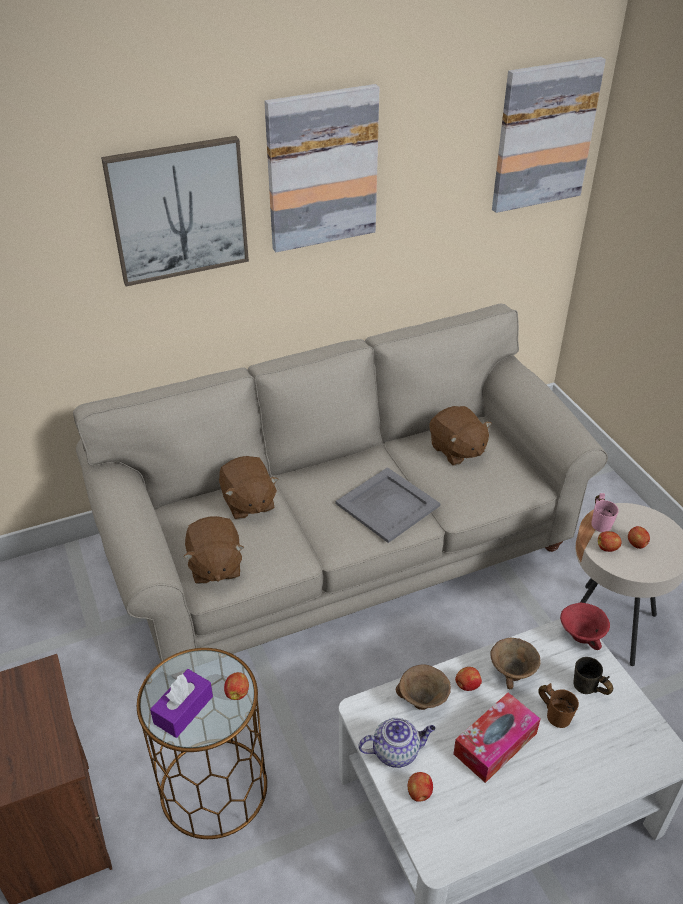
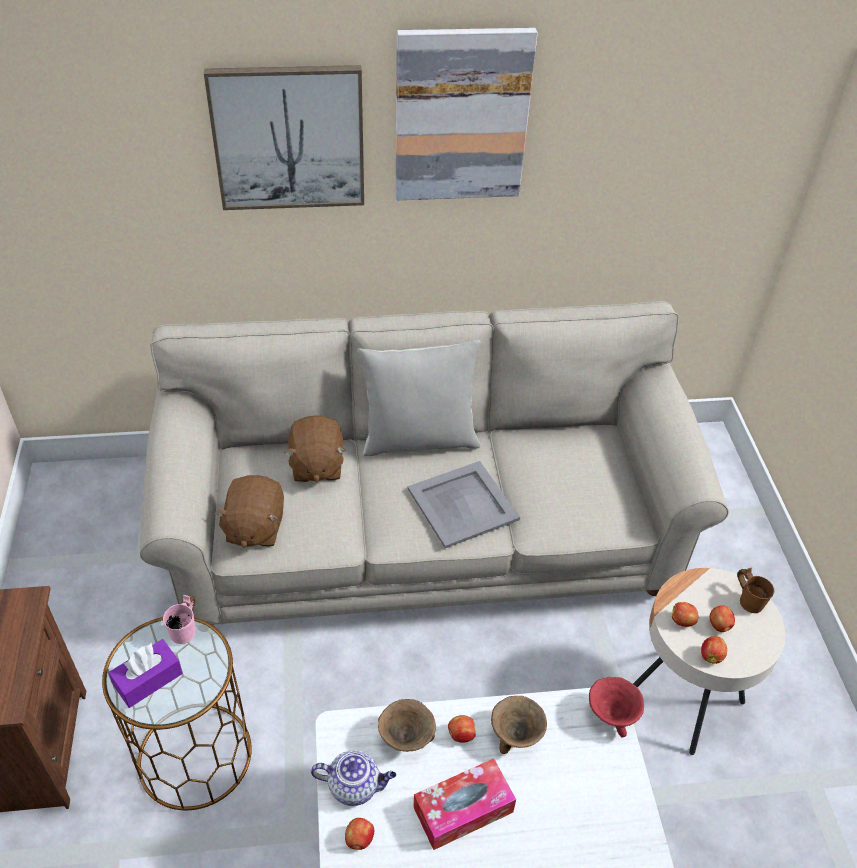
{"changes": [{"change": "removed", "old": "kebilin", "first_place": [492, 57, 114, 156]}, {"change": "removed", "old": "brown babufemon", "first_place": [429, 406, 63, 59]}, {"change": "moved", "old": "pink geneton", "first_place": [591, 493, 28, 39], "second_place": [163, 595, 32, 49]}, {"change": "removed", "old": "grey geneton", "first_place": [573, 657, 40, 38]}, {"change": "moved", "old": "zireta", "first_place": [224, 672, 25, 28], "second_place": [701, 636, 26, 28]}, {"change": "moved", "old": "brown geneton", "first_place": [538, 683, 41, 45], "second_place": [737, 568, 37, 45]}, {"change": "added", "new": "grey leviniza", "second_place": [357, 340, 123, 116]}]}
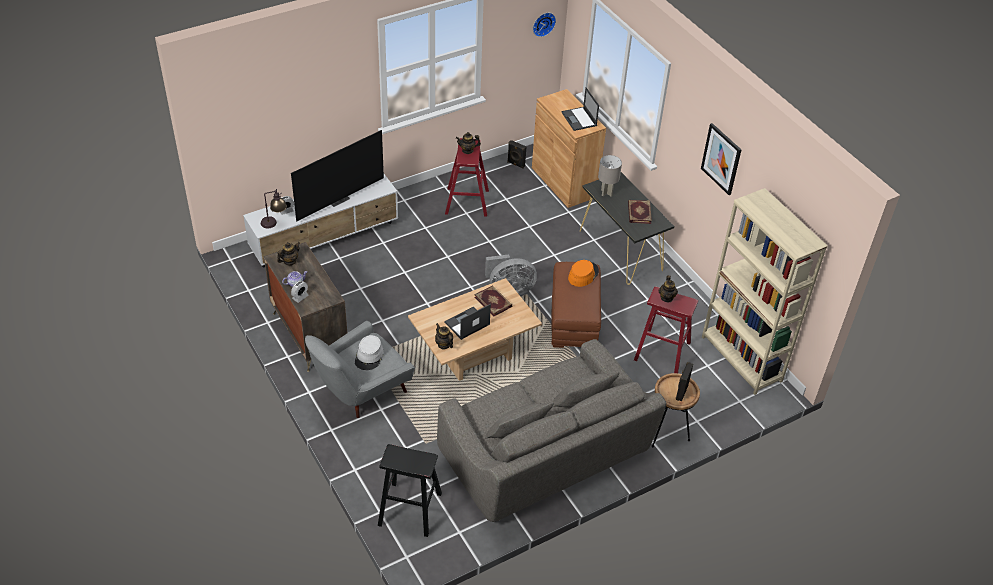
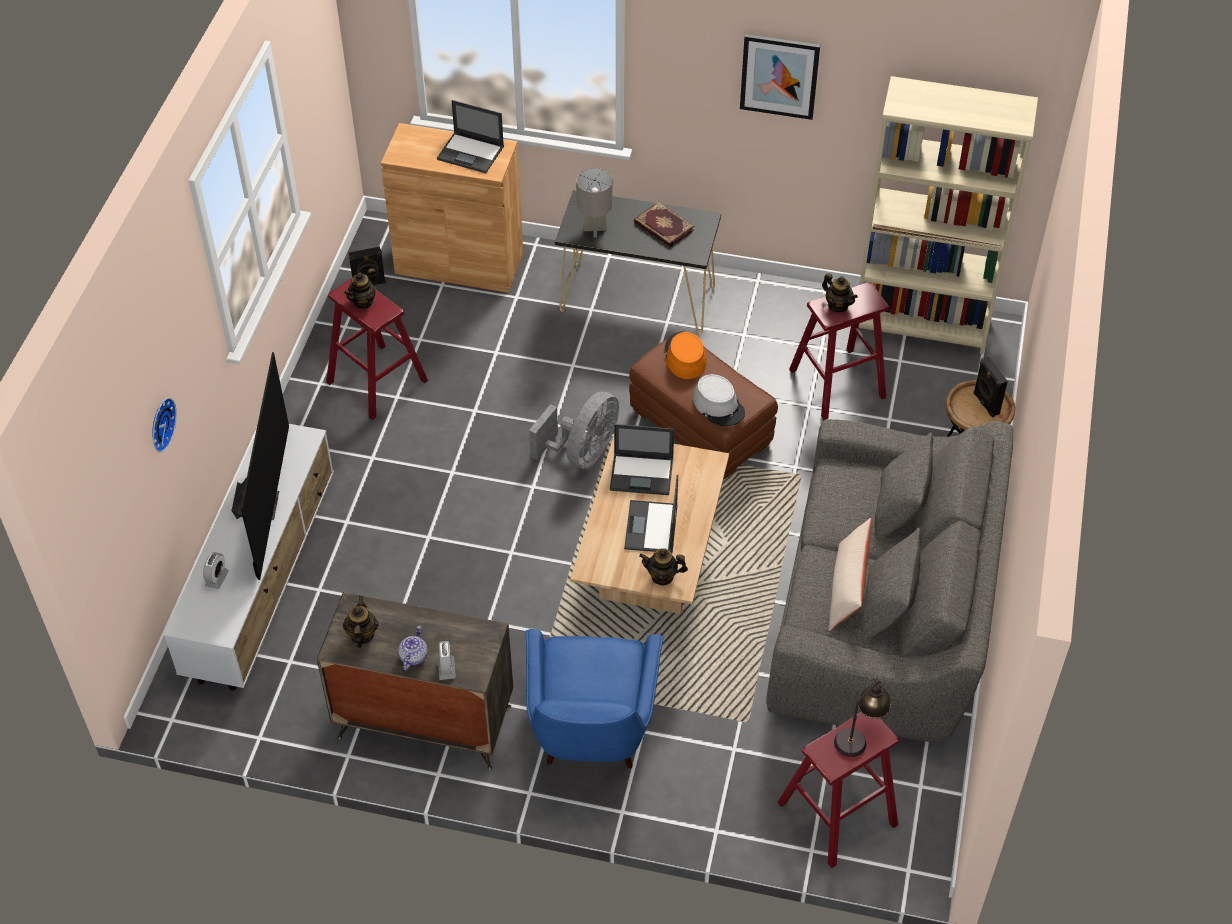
{"changes": [{"change": "moved", "old": "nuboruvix", "first_place": [533, 13, 23, 24], "second_place": [152, 398, 25, 54]}, {"change": "moved", "old": "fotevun", "first_place": [261, 189, 26, 39], "second_place": [834, 676, 57, 81]}, {"change": "replaced", "old": "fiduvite", "new": "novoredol", "first_place": [474, 285, 38, 32], "second_place": [610, 424, 64, 71]}, {"change": "recoloured", "old": "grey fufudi", "new": "blue fufudi", "first_place": [305, 321, 110, 97], "second_place": [526, 629, 138, 139]}, {"change": "moved", "old": "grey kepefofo", "first_place": [355, 335, 29, 35], "second_place": [693, 374, 52, 52]}, {"change": "recoloured", "old": "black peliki", "new": "red peliki", "first_place": [378, 444, 64, 93], "second_place": [777, 712, 122, 156]}, {"change": "added", "new": "beige leviniza", "second_place": [829, 518, 42, 113]}]}
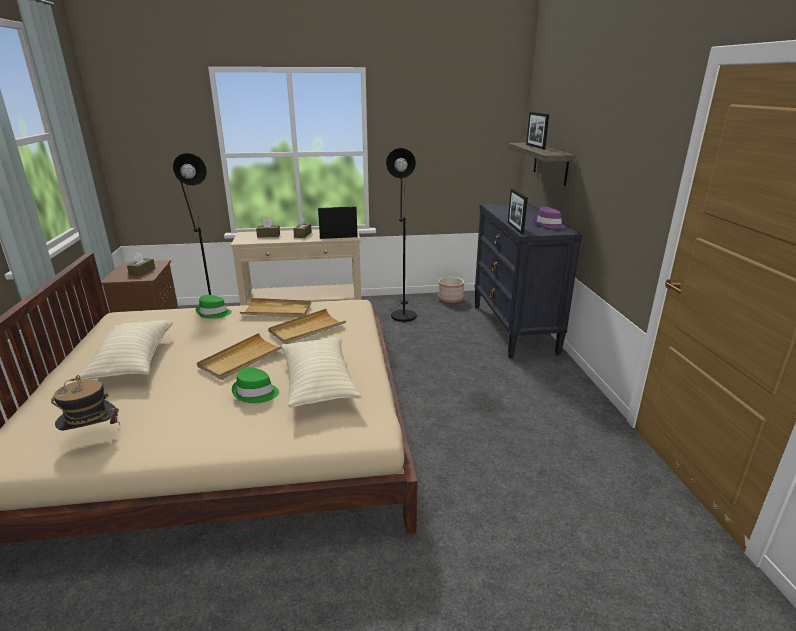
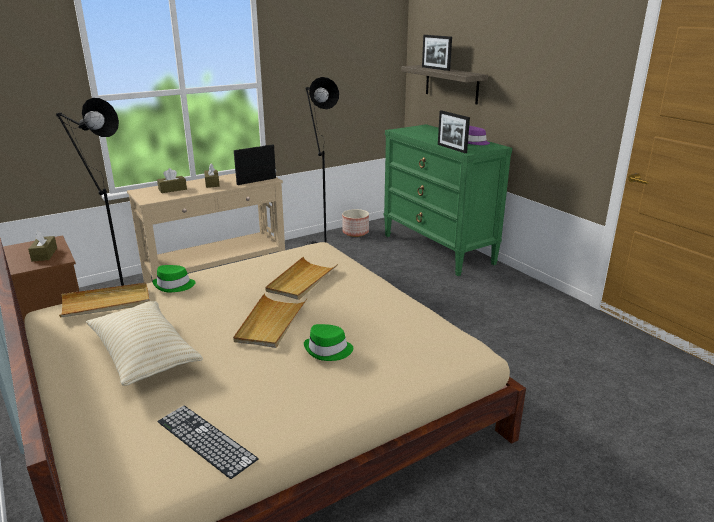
{"changes": [{"change": "recoloured", "old": "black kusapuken", "new": "green kusapuken", "first_place": [474, 203, 108, 155], "second_place": [383, 124, 129, 152]}, {"change": "moved", "old": "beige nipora", "first_place": [240, 298, 71, 20], "second_place": [59, 283, 91, 35]}, {"change": "removed", "old": "beige leviniza", "first_place": [281, 337, 80, 70]}, {"change": "replaced", "old": "kepefofo", "new": "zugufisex", "first_place": [51, 375, 69, 56], "second_place": [157, 406, 102, 73]}]}
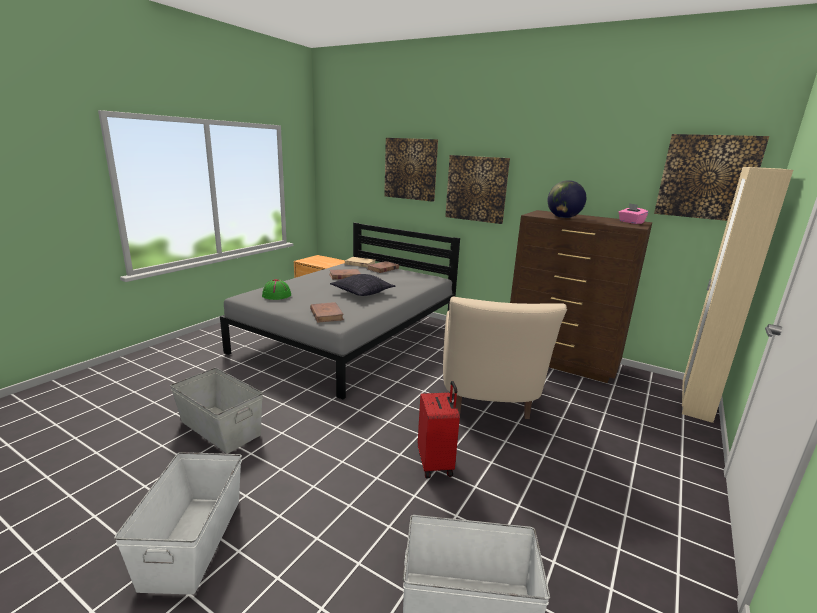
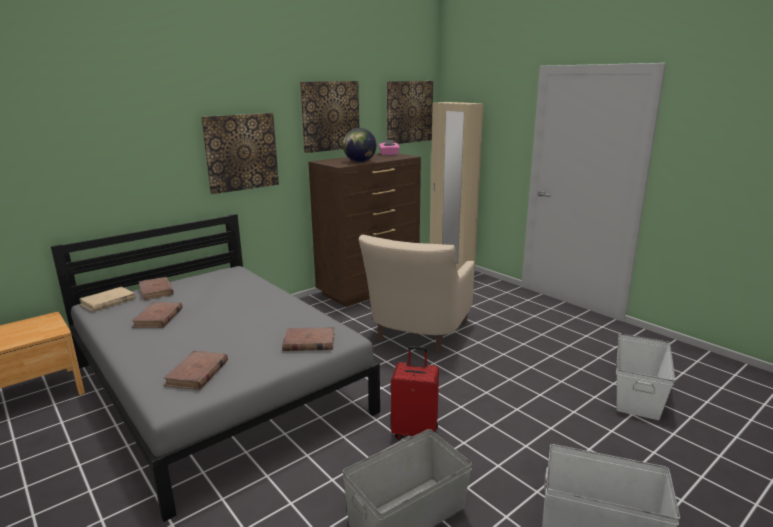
{"changes": [{"change": "moved", "old": "kebilin", "first_place": [384, 138, 54, 64], "second_place": [300, 81, 59, 72]}, {"change": "removed", "old": "leviniza", "first_place": [330, 274, 65, 22]}, {"change": "replaced", "old": "green kepefofo", "new": "brown fiduvite", "first_place": [262, 279, 29, 21], "second_place": [163, 351, 65, 39]}, {"change": "turned", "old": "beige fufudi", "first_place": [443, 297, 124, 122], "second_place": [358, 235, 117, 118], "degrees": 90}, {"change": "moved", "old": "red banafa", "first_place": [418, 381, 42, 97], "second_place": [391, 346, 48, 94]}]}
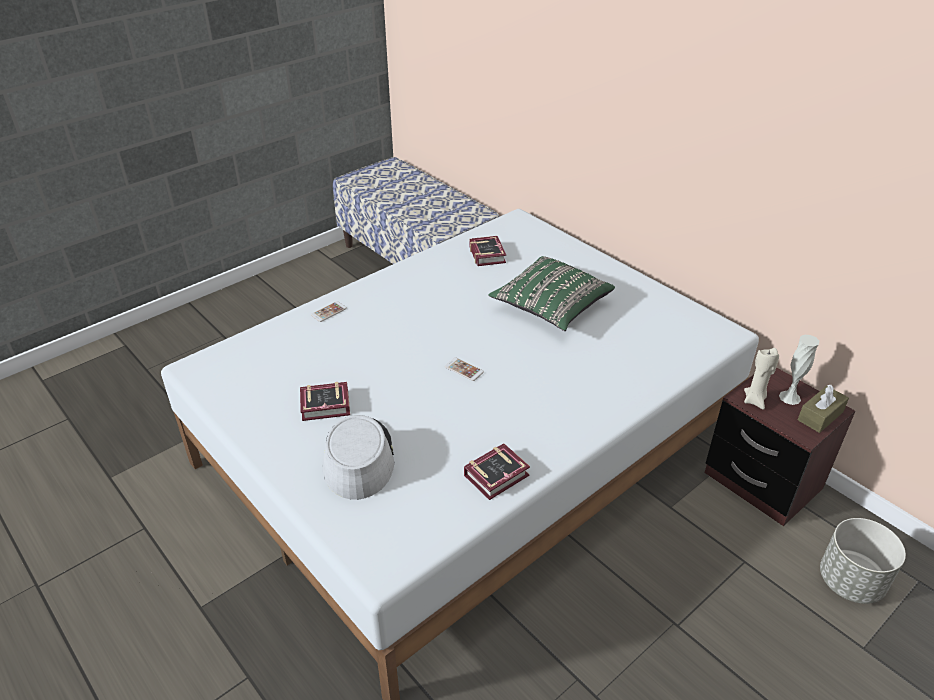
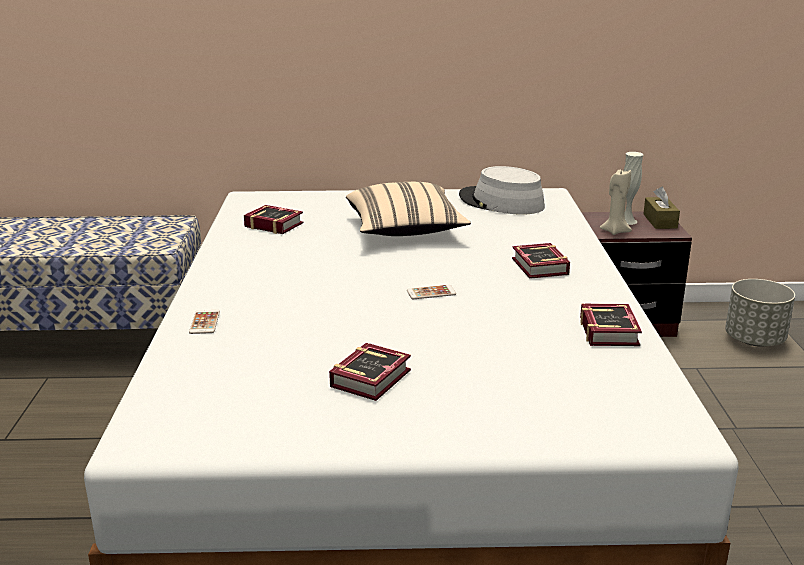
{"changes": [{"change": "recoloured", "old": "green leviniza", "new": "beige leviniza", "first_place": [488, 256, 127, 75], "second_place": [346, 182, 125, 54]}, {"change": "moved", "old": "grey kepefofo", "first_place": [322, 415, 73, 85], "second_place": [459, 166, 86, 49]}, {"change": "added", "new": "fiduvite", "second_place": [512, 243, 58, 36]}]}
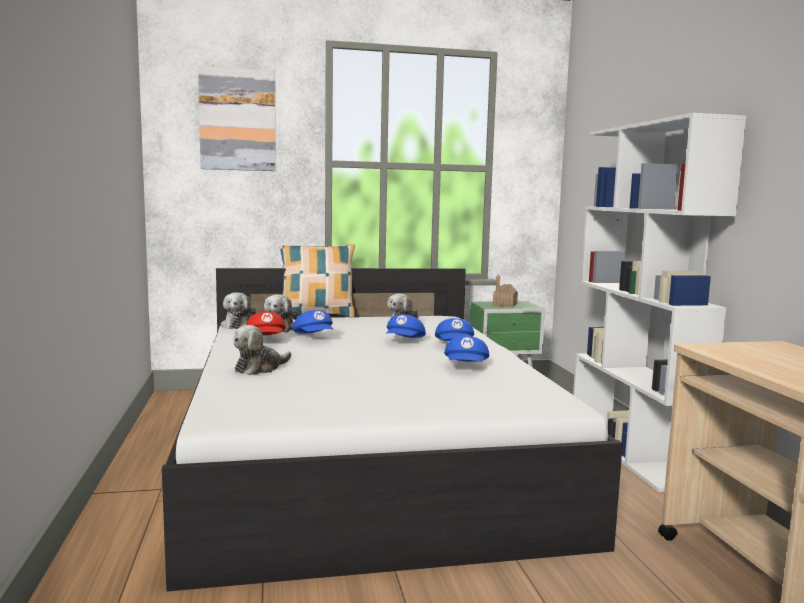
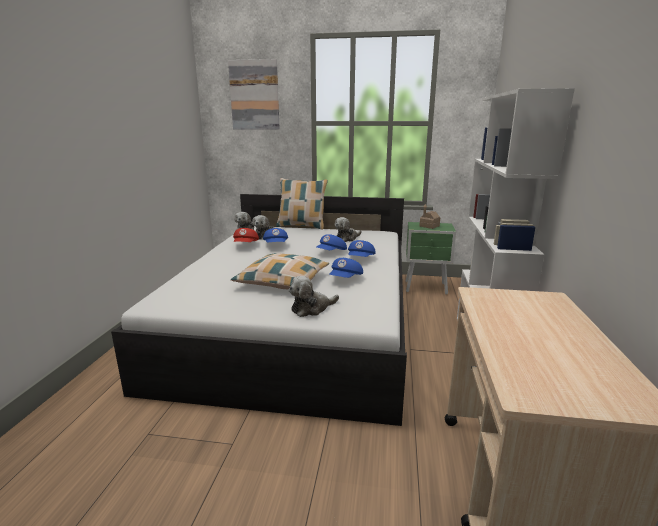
{"changes": [{"change": "moved", "old": "babufemon", "first_place": [233, 325, 58, 50], "second_place": [289, 276, 50, 41]}, {"change": "added", "new": "leviniza", "second_place": [231, 253, 98, 36]}]}
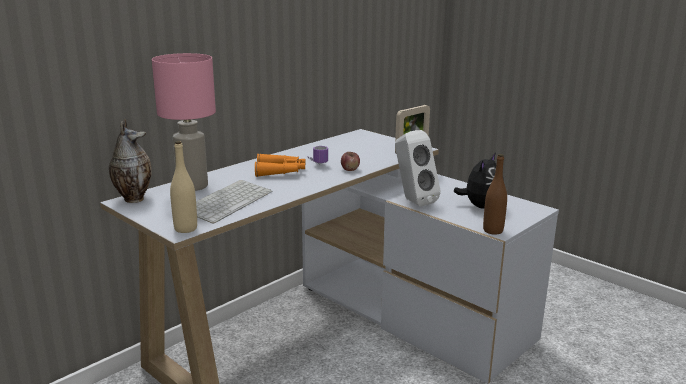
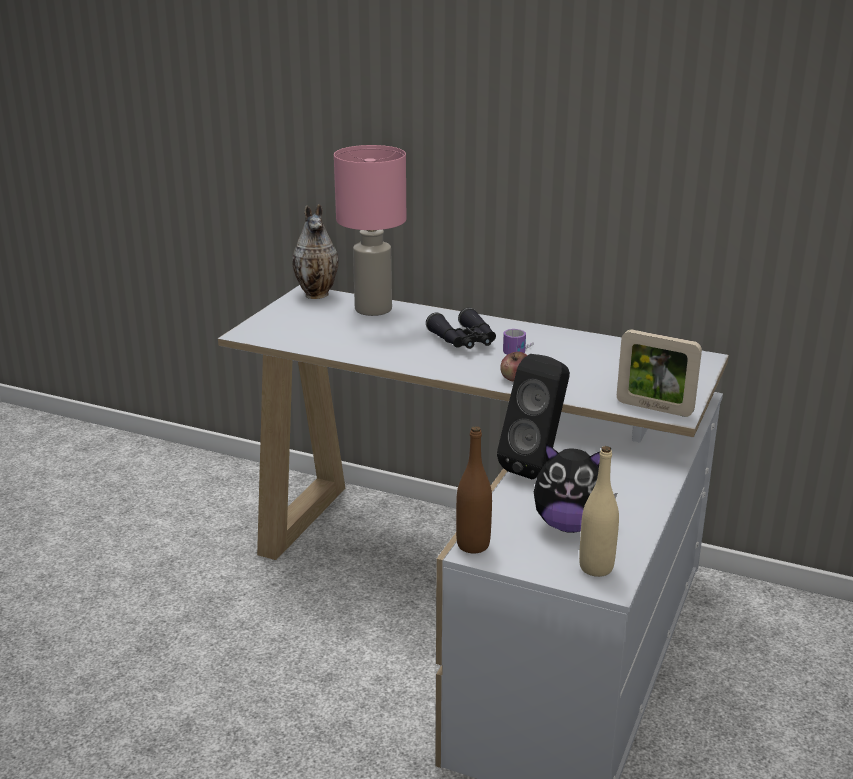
{"changes": [{"change": "recoloured", "old": "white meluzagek", "new": "black meluzagek", "first_place": [395, 130, 46, 77], "second_place": [497, 354, 73, 125]}, {"change": "moved", "old": "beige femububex", "first_place": [170, 141, 27, 92], "second_place": [579, 446, 40, 131]}, {"change": "recoloured", "old": "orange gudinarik", "new": "black gudinarik", "first_place": [255, 153, 51, 24], "second_place": [426, 307, 70, 42]}, {"change": "removed", "old": "zugufisex", "first_place": [196, 180, 76, 44]}]}
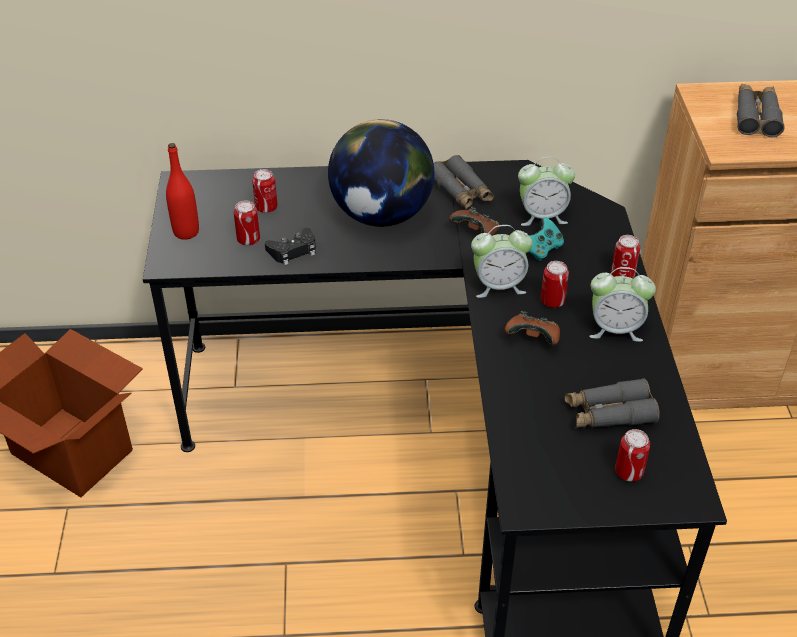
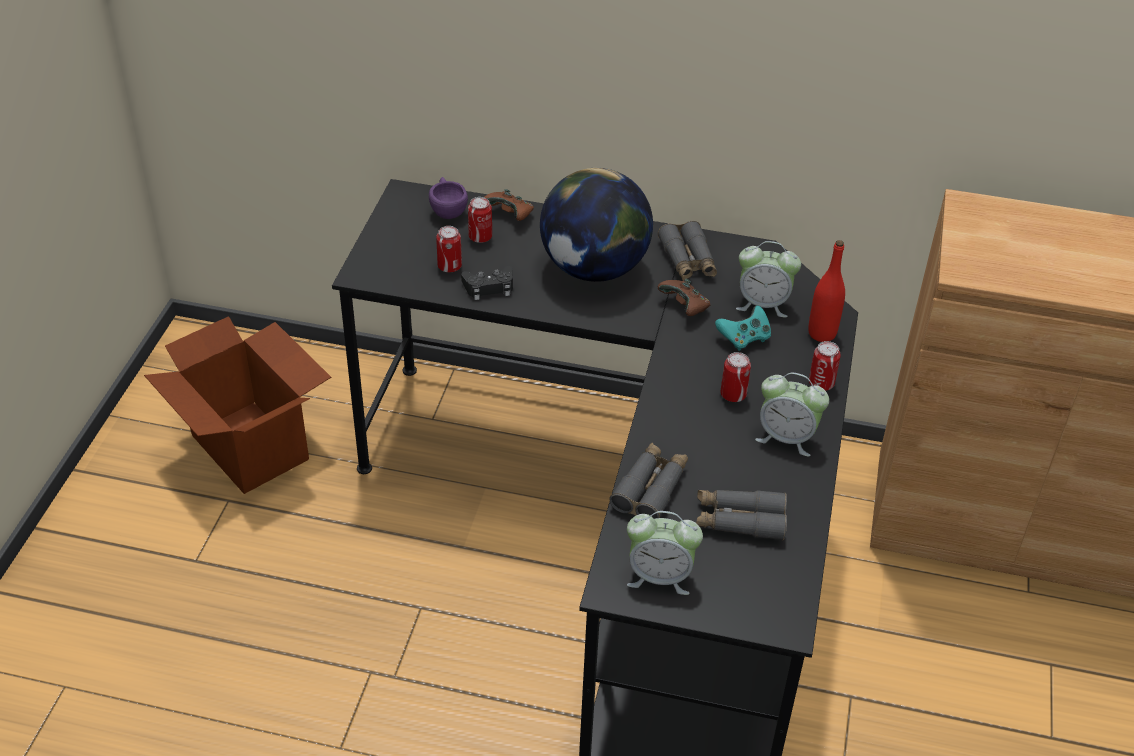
{"changes": [{"change": "moved", "old": "grey gudinarik", "first_place": [737, 84, 48, 53], "second_place": [609, 443, 79, 76]}, {"change": "moved", "old": "red femububex", "first_place": [166, 143, 33, 97], "second_place": [808, 240, 37, 102]}, {"change": "moved", "old": "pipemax", "first_place": [471, 225, 61, 73], "second_place": [627, 511, 76, 84]}, {"change": "moved", "old": "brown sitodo", "first_place": [505, 311, 55, 34], "second_place": [484, 189, 50, 32]}, {"change": "removed", "old": "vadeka", "first_place": [615, 429, 35, 53]}, {"change": "added", "new": "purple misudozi", "second_place": [429, 177, 39, 42]}]}
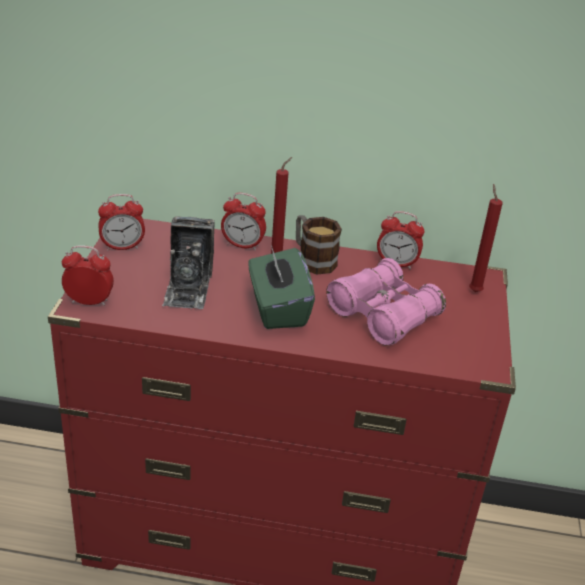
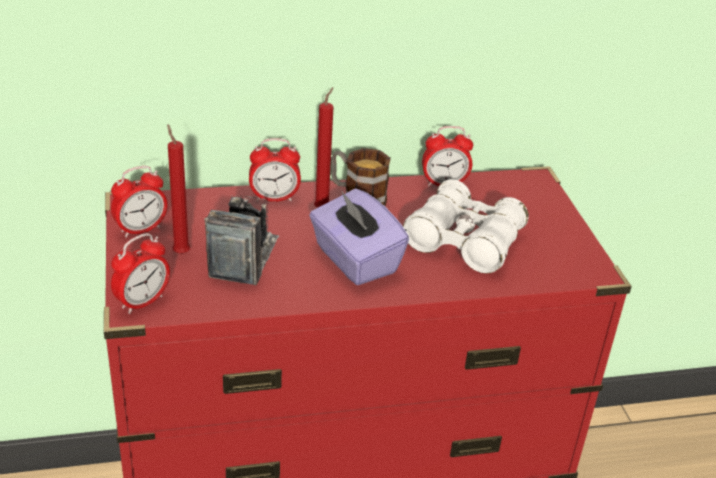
{"changes": [{"change": "moved", "old": "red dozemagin", "first_place": [469, 184, 34, 108], "second_place": [167, 124, 23, 130]}, {"change": "turned", "old": "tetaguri", "first_place": [162, 216, 53, 93], "second_place": [204, 195, 75, 90], "degrees": -150}, {"change": "turned", "old": "pipemax", "first_place": [62, 245, 52, 61], "second_place": [111, 233, 59, 81], "degrees": 150}, {"change": "recoloured", "old": "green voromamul", "new": "purple voromamul", "first_place": [248, 245, 67, 84], "second_place": [309, 188, 100, 97]}, {"change": "recoloured", "old": "pink gudinarik", "new": "white gudinarik", "first_place": [326, 258, 120, 88], "second_place": [403, 179, 126, 94]}]}
